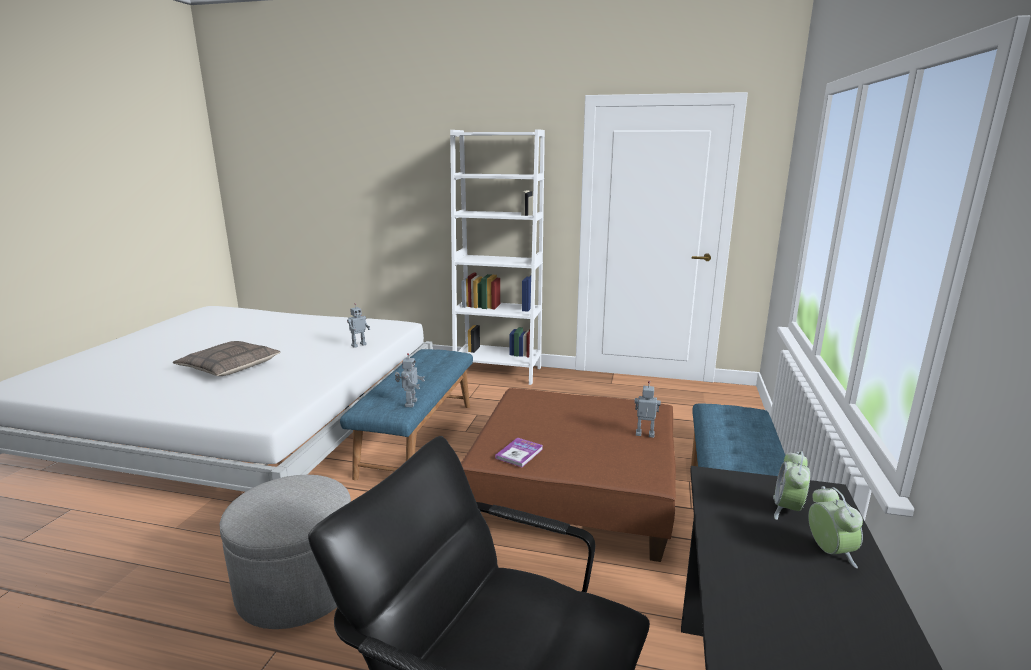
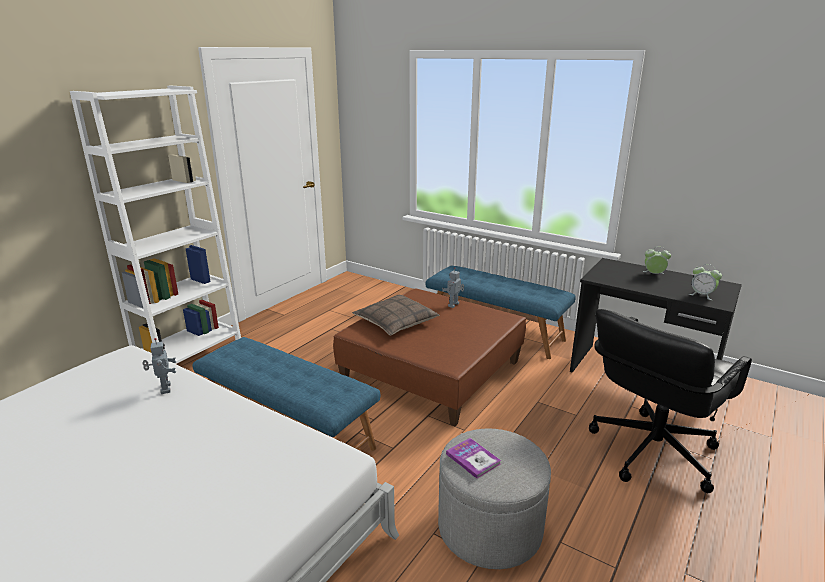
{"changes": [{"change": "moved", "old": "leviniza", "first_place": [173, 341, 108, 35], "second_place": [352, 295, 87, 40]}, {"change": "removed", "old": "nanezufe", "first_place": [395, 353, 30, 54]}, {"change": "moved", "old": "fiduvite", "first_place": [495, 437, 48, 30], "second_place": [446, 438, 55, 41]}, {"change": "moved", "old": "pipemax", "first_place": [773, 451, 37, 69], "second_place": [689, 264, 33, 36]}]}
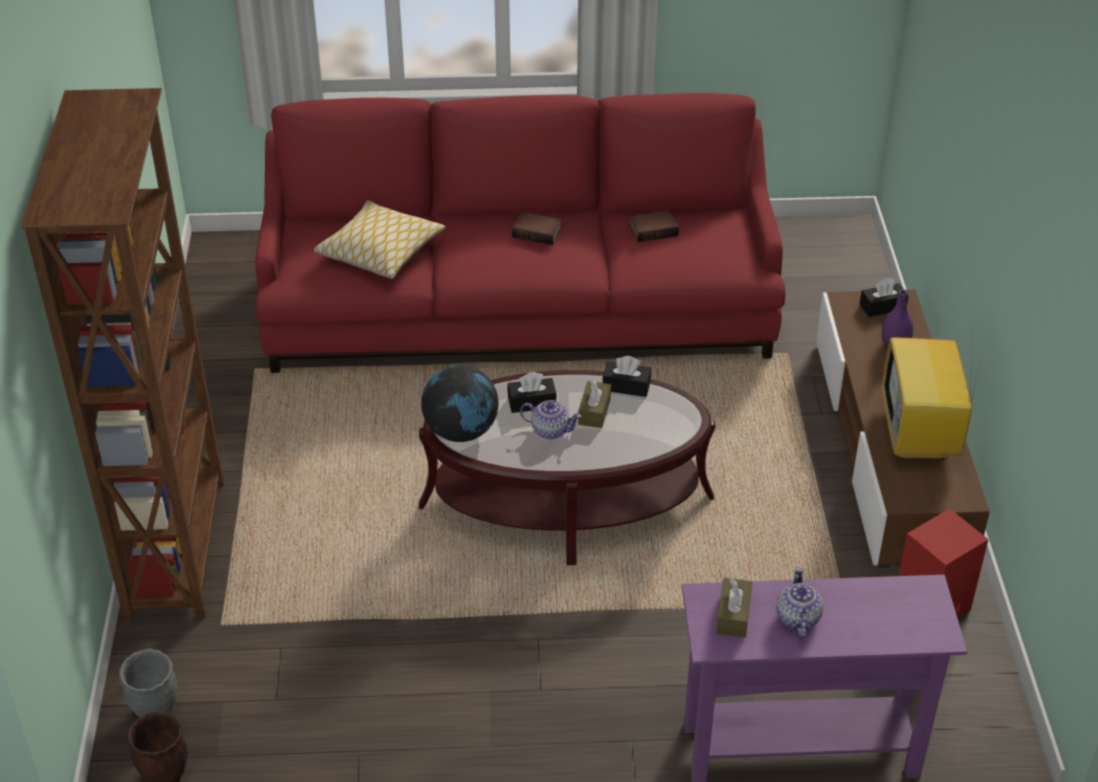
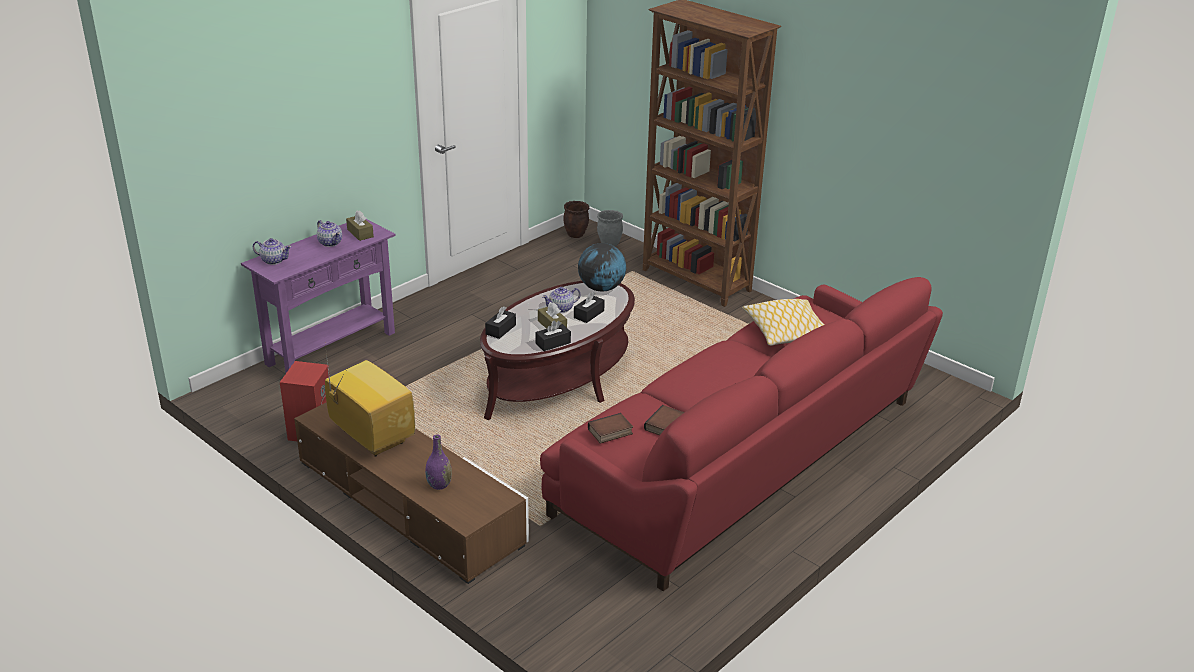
{"changes": [{"change": "moved", "old": "fiduvite", "first_place": [512, 212, 50, 33], "second_place": [588, 413, 45, 31]}, {"change": "moved", "old": "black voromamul", "first_place": [860, 278, 48, 39], "second_place": [485, 307, 31, 32]}, {"change": "added", "new": "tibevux", "second_place": [253, 238, 39, 27]}]}
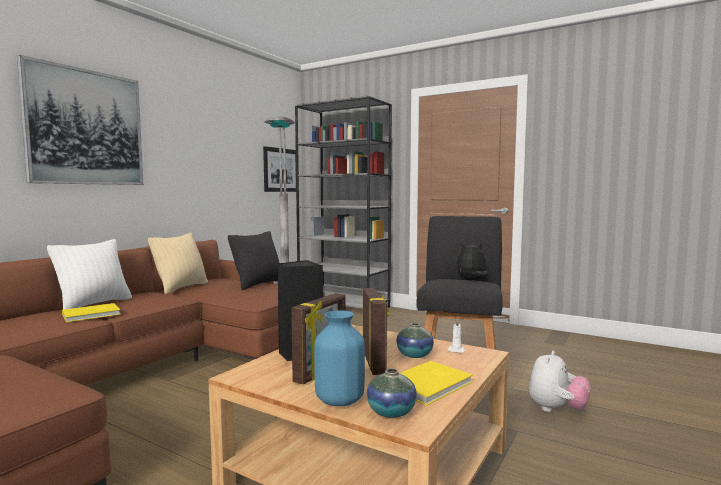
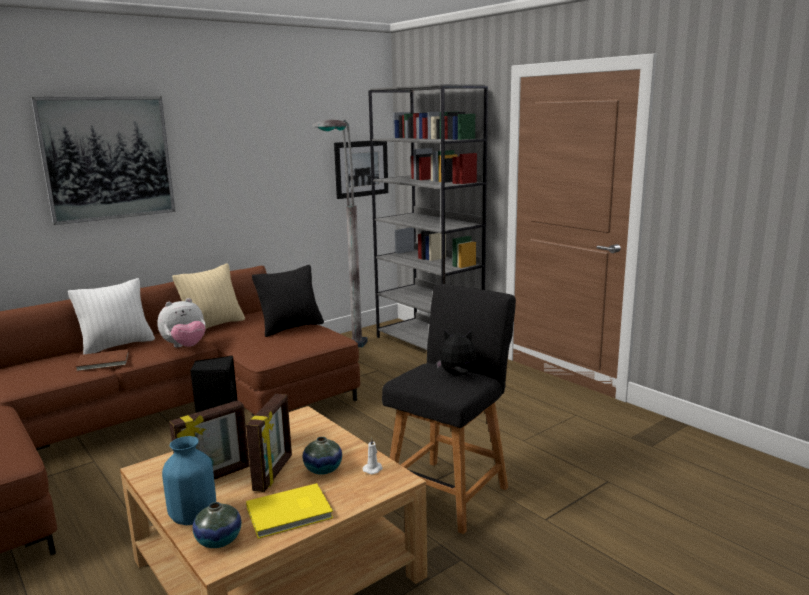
{"changes": [{"change": "recoloured", "old": "yellow fiduvite", "new": "brown fiduvite", "first_place": [62, 303, 59, 19], "second_place": [75, 349, 54, 22]}, {"change": "moved", "old": "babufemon", "first_place": [529, 350, 61, 62], "second_place": [157, 298, 49, 50]}]}
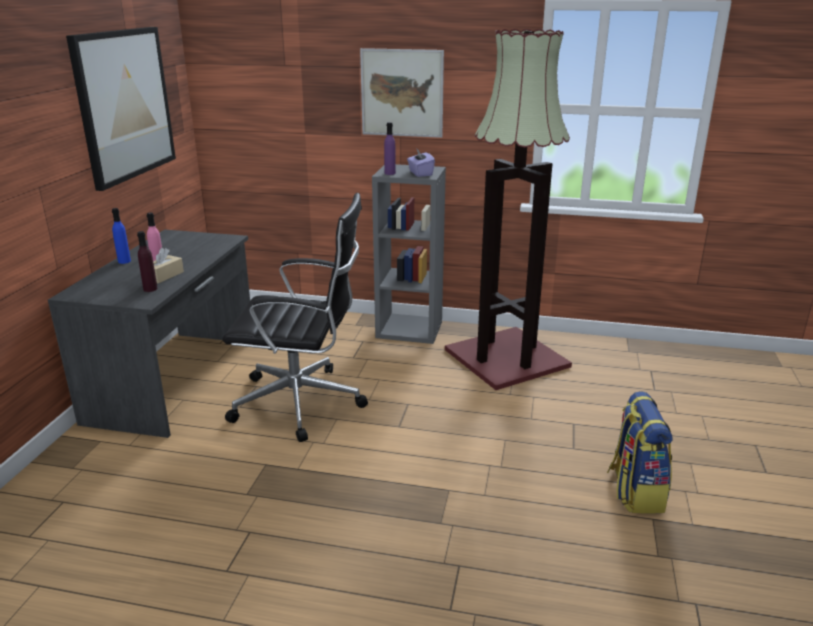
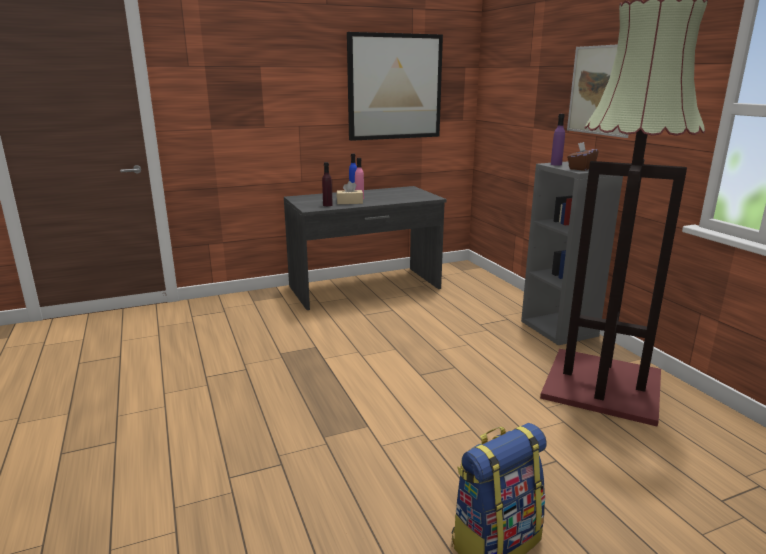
{"changes": [{"change": "recoloured", "old": "purple voromamul", "new": "brown voromamul", "first_place": [407, 148, 28, 29], "second_place": [567, 142, 32, 29]}, {"change": "removed", "old": "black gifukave", "first_place": [223, 193, 145, 249]}]}
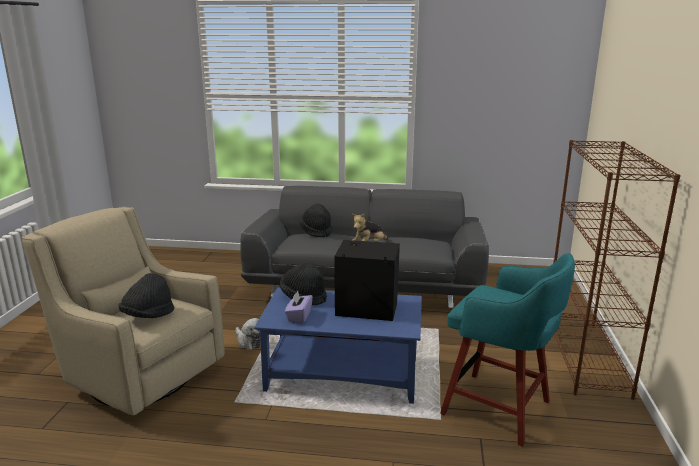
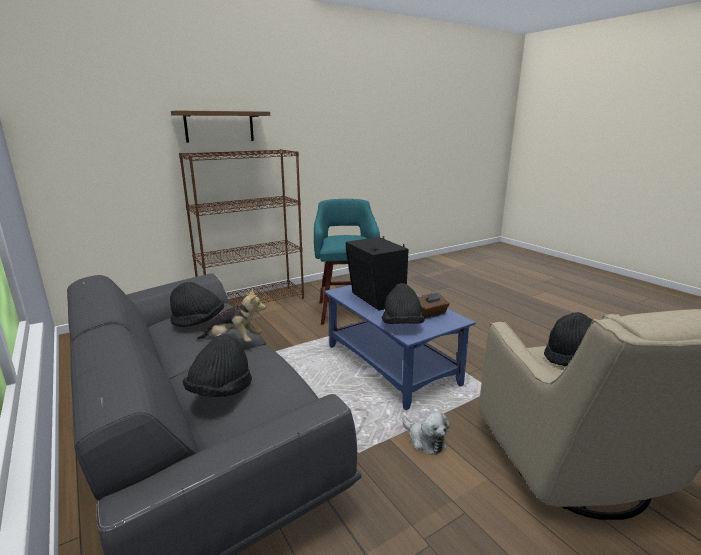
{"changes": [{"change": "recoloured", "old": "purple voromamul", "new": "brown voromamul", "first_place": [285, 291, 28, 32], "second_place": [418, 293, 31, 25]}, {"change": "turned", "old": "babufemon", "first_place": [236, 318, 25, 32], "second_place": [403, 412, 47, 43], "degrees": 135}, {"change": "added", "new": "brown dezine", "second_place": [171, 110, 99, 33]}, {"change": "added", "new": "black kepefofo", "second_place": [170, 282, 54, 45]}]}
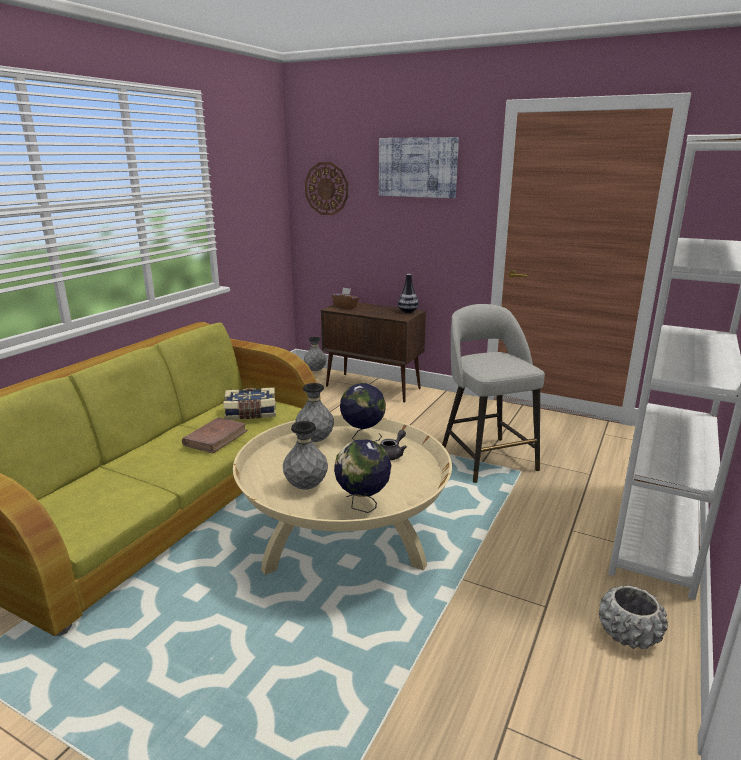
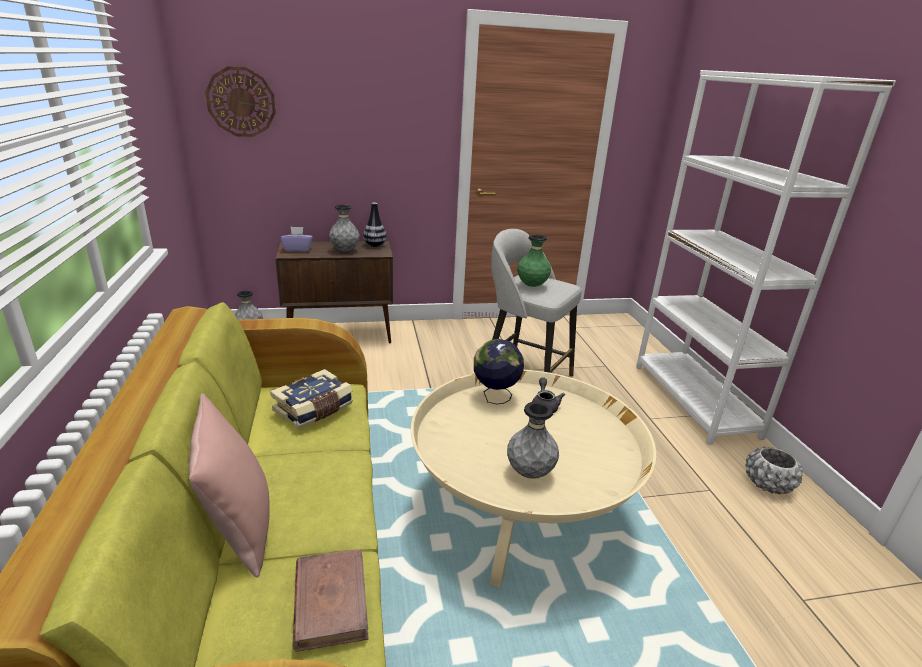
{"changes": [{"change": "removed", "old": "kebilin", "first_place": [379, 137, 80, 61]}, {"change": "recoloured", "old": "brown voromamul", "new": "purple voromamul", "first_place": [332, 288, 27, 21], "second_place": [281, 227, 32, 25]}, {"change": "moved", "old": "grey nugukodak", "first_place": [295, 383, 39, 59], "second_place": [329, 204, 31, 47]}, {"change": "moved", "old": "brown fiduvite", "first_place": [182, 417, 66, 36], "second_place": [292, 549, 77, 103]}, {"change": "removed", "old": "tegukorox", "first_place": [334, 440, 57, 73]}, {"change": "added", "new": "green nugukodak", "second_place": [517, 234, 34, 53]}, {"change": "added", "new": "pink leviniza", "second_place": [189, 393, 81, 184]}]}
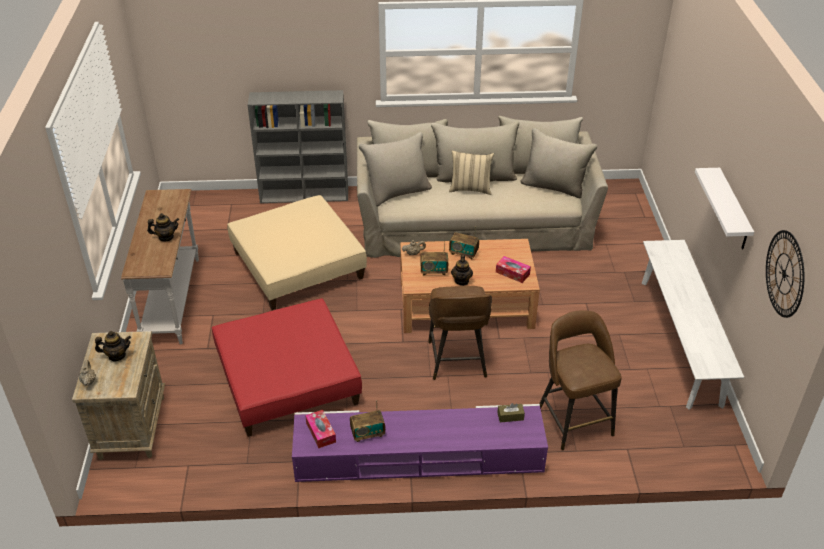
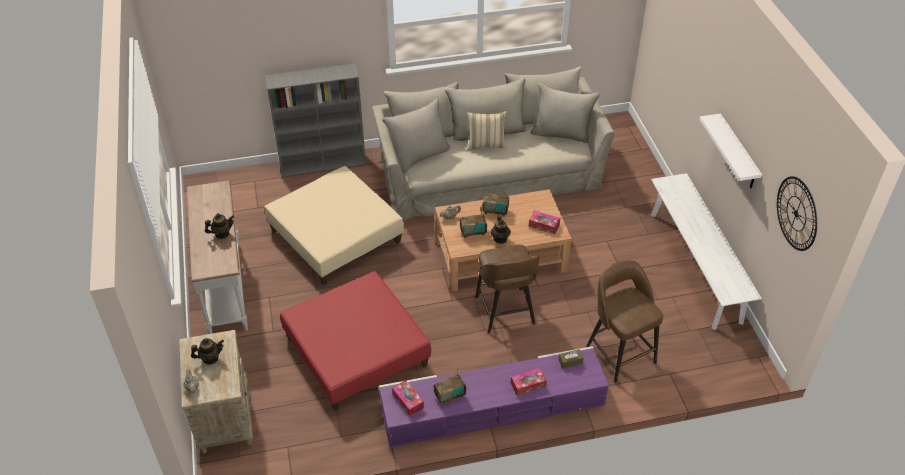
{"changes": [{"change": "added", "new": "voromamul", "second_place": [511, 368, 36, 27]}]}
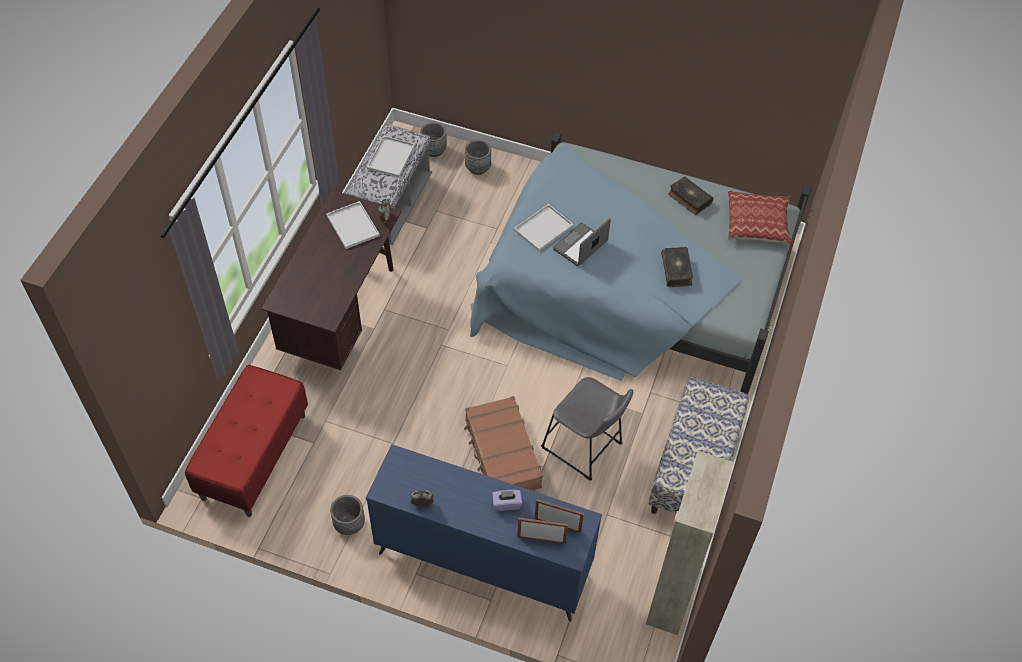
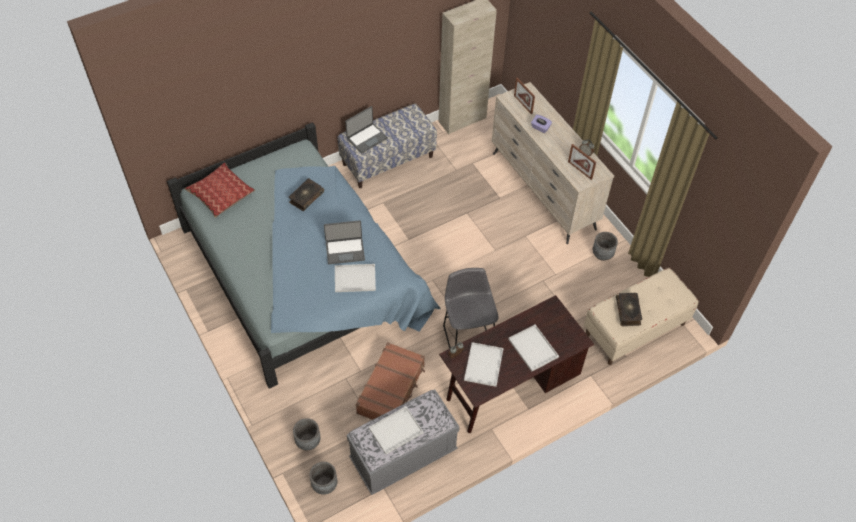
{"changes": [{"change": "moved", "old": "fiduvite", "first_place": [668, 176, 45, 39], "second_place": [616, 293, 26, 33]}, {"change": "recoloured", "old": "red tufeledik", "new": "beige tufeledik", "first_place": [185, 365, 123, 152], "second_place": [584, 268, 115, 97]}, {"change": "moved", "old": "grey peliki", "first_place": [541, 377, 92, 103], "second_place": [443, 268, 56, 81]}, {"change": "moved", "old": "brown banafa", "first_place": [464, 396, 79, 94], "second_place": [355, 342, 70, 78]}, {"change": "recoloured", "old": "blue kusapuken", "new": "beige kusapuken", "first_place": [366, 444, 236, 177], "second_place": [492, 82, 122, 162]}, {"change": "moved", "old": "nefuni", "first_place": [517, 518, 51, 26], "second_place": [568, 144, 28, 36]}, {"change": "added", "new": "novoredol", "second_place": [345, 106, 43, 47]}, {"change": "added", "new": "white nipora", "second_place": [508, 325, 51, 47]}]}
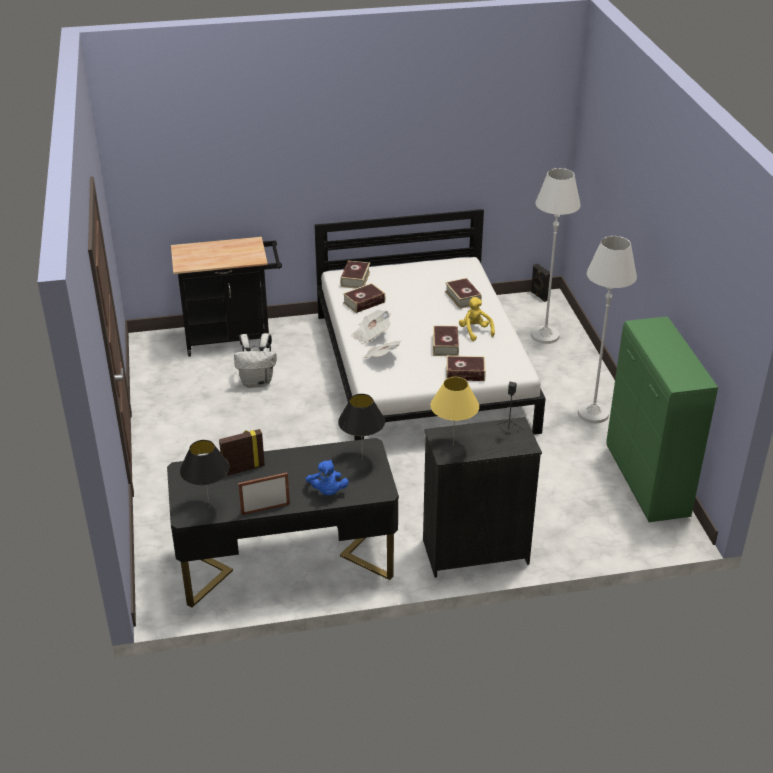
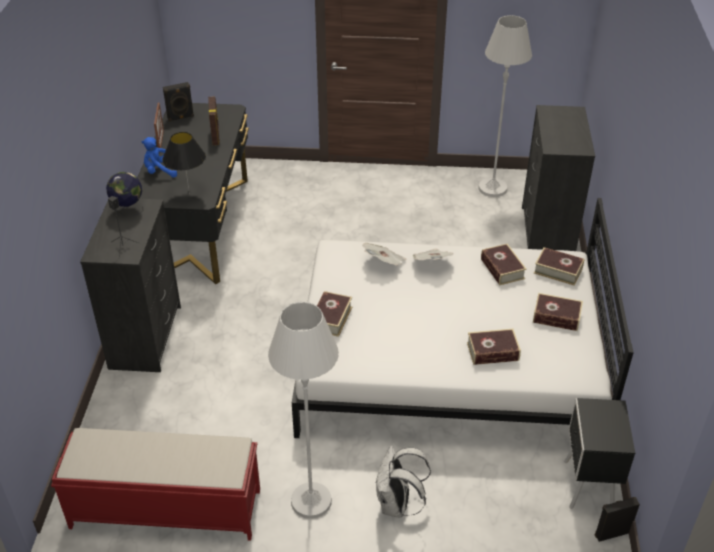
{"changes": [{"change": "moved", "old": "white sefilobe", "first_place": [531, 168, 50, 176], "second_place": [478, 15, 54, 182]}, {"change": "replaced", "old": "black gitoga", "new": "black kusapuken", "first_place": [171, 237, 111, 119], "second_place": [522, 105, 73, 146]}, {"change": "removed", "old": "yellow babufemon", "first_place": [459, 297, 36, 44]}, {"change": "replaced", "old": "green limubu", "new": "red tufeledik", "first_place": [606, 316, 112, 206], "second_place": [51, 428, 209, 113]}, {"change": "moved", "old": "fiduvite", "first_place": [433, 325, 26, 31], "second_place": [533, 293, 50, 38]}, {"change": "moved", "old": "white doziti", "first_place": [234, 333, 42, 55], "second_place": [375, 445, 56, 72]}, {"change": "replaced", "old": "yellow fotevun", "new": "tegukorox", "first_place": [430, 377, 49, 68], "second_place": [106, 172, 37, 44]}, {"change": "replaced", "old": "black fotevun", "new": "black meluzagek", "first_place": [180, 440, 50, 68], "second_place": [163, 82, 31, 40]}, {"change": "added", "new": "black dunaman", "second_place": [564, 398, 71, 111]}]}
